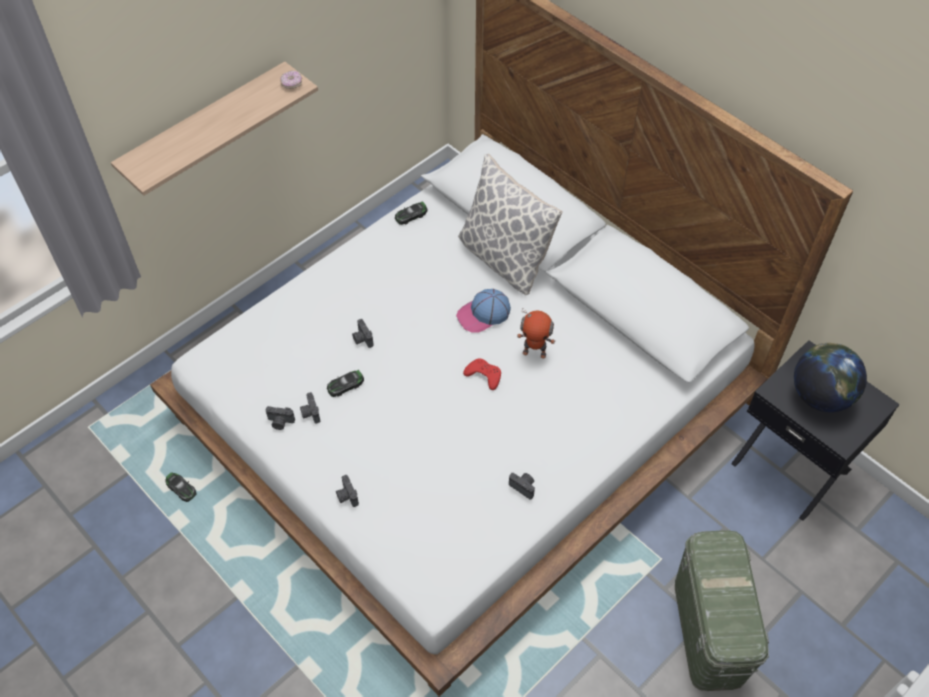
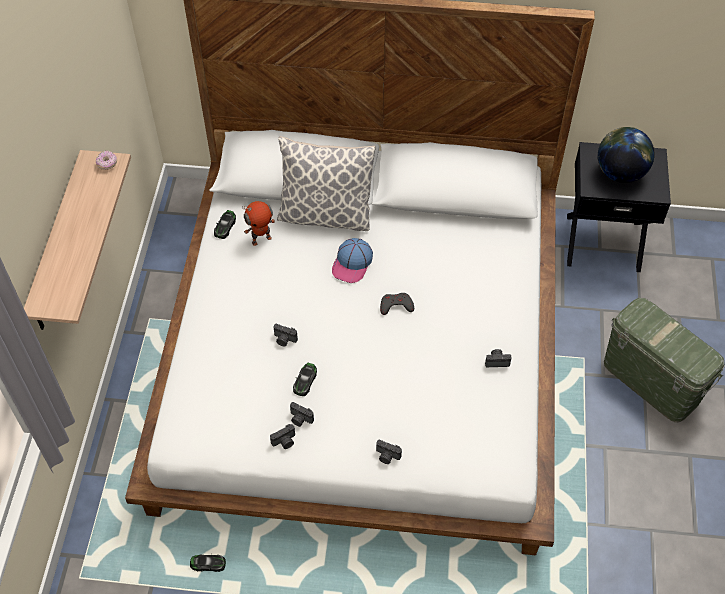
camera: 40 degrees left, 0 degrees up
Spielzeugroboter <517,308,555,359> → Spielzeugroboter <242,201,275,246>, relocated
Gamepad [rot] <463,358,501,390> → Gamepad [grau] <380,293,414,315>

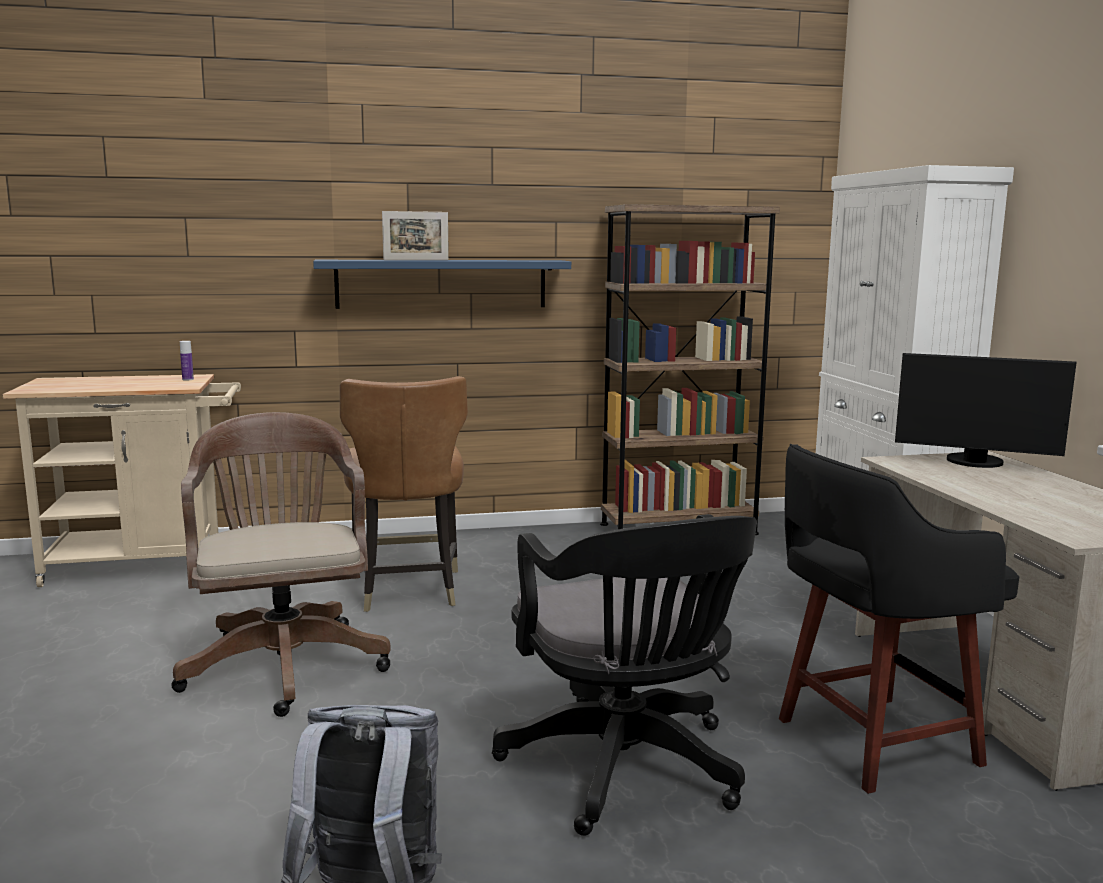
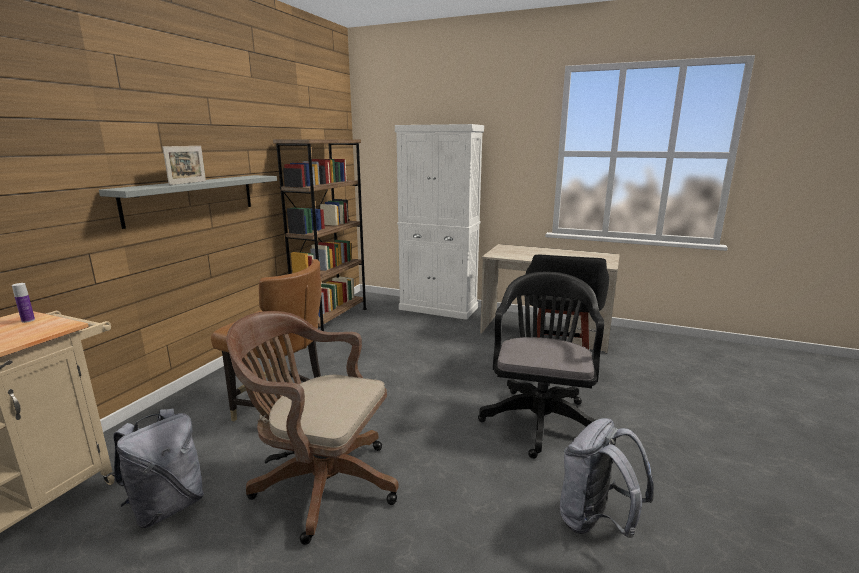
camera: 55 degrees left, 5 degrees up
Wandregal [blau] <313,260,571,309> → Wandregal [grau] <99,175,277,229>
Monitor <895,353,1077,468> → -
Bürostuhl [schwarz] <492,514,757,836> → Bürostuhl [schwarz] <478,271,604,459>, 90 degrees counterclockwise
- → Rucksack [grau] <113,408,204,528>

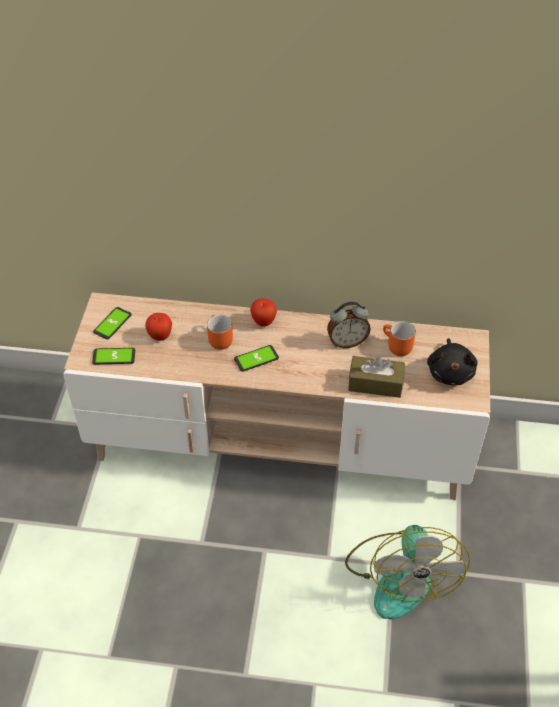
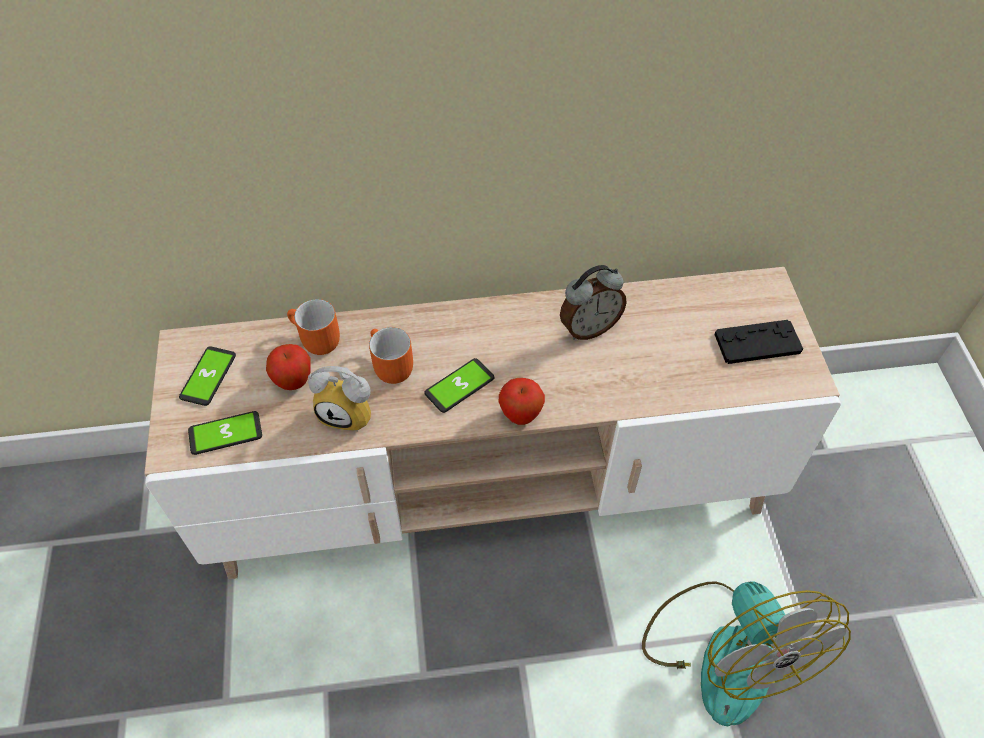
camera: 15 degrees left, 5 degrees up
Apfel <250,299,277,326> → Apfel <499,378,545,425>, relocated
Henkelbecher [orange] <383,321,416,356> → Henkelbecher [orange] <287,299,340,355>, relocated
Plüschtier [schwarz] <427,338,477,385> → Gamepad [schwarz] <714,320,803,364>
Taschentuchbox [braun] <348,356,405,398> → -
- → Wecker <308,366,371,432>

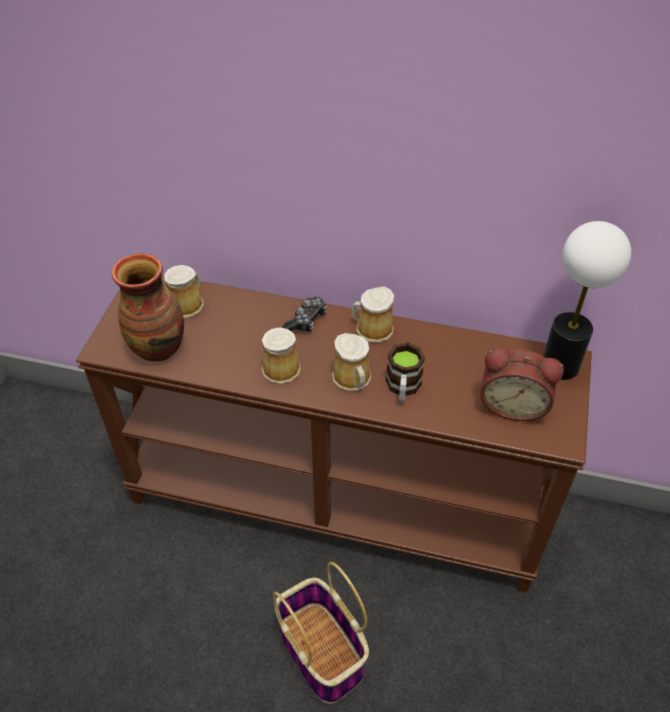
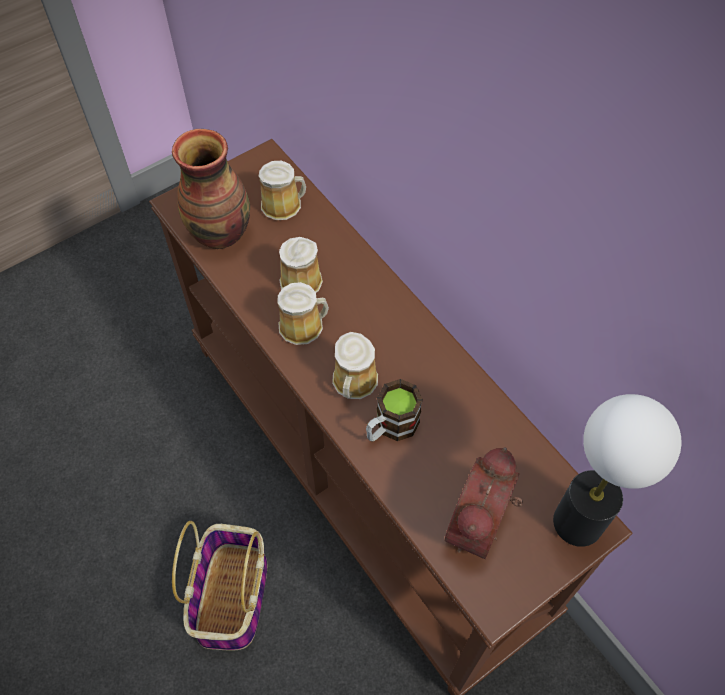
camera: 40 degrees right, 10 degrees up
Henkelbecher <352,286,394,342> → Henkelbecher <279,237,323,293>, relocated
Gamepad <283,297,327,332> → -
Wecker <480,348,564,421> → Wecker <445,447,523,559>, 60 degrees clockwise

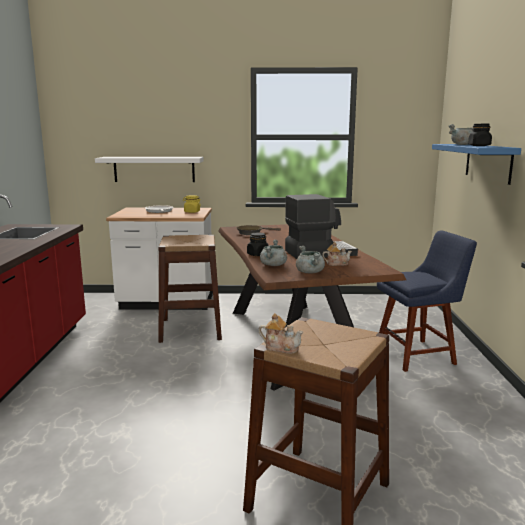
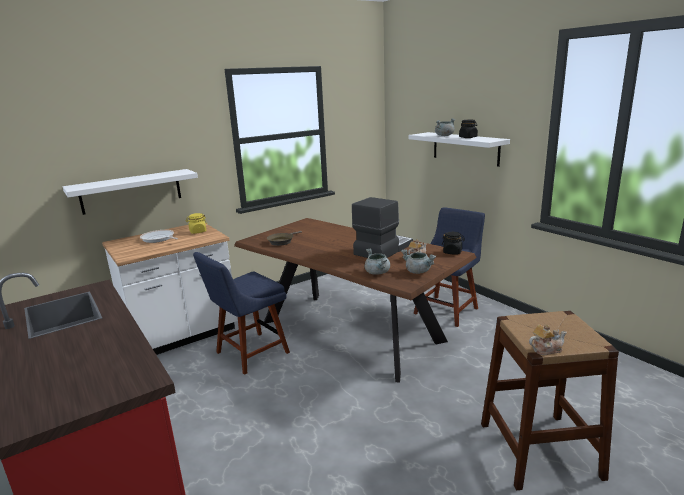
camera: 35 degrees left, 5 degrees up
Wandregal [blau] <432,144,521,185> → Wandregal [weiß] <408,132,510,167>
Vorratsglas [schwarz] <247,233,269,256> → Vorratsglas [schwarz] <442,232,465,254>, relocated
Hocker [braun] <158,235,222,343> → Stuhl [blau] <193,252,290,375>

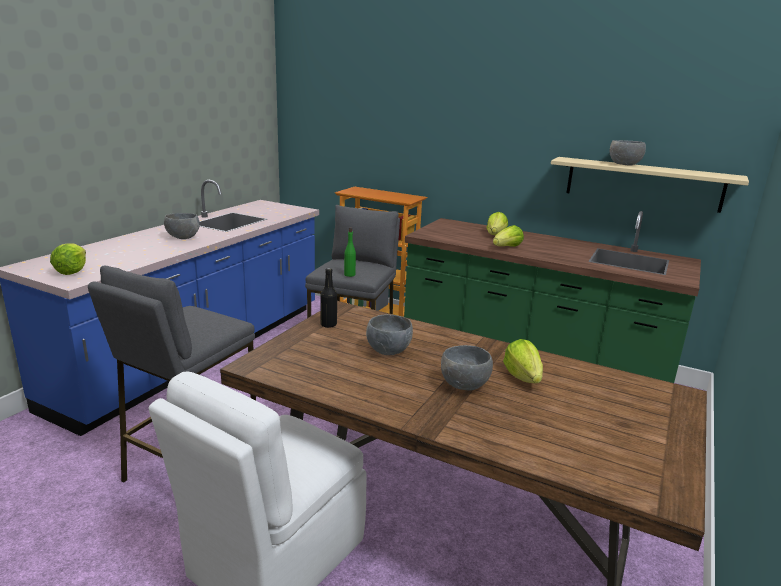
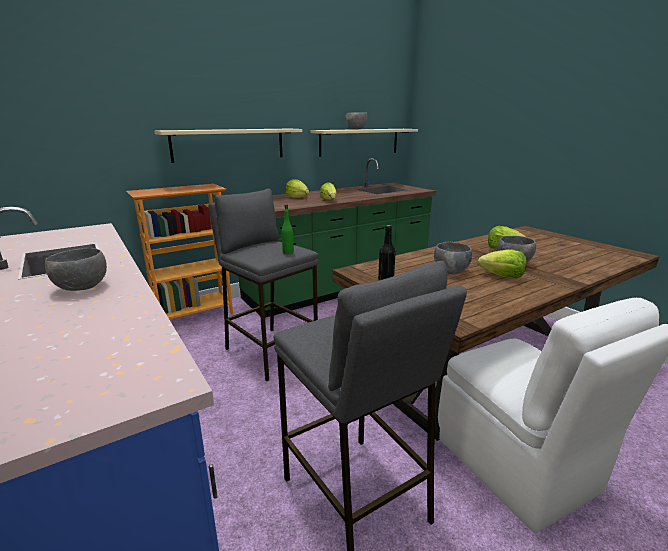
camera: 60 degrees left, 0 degrees up
Salatkopf <50,243,86,275> → Salatkopf <478,249,527,279>, relocated
- → Wandregal [beige] <154,129,302,163>

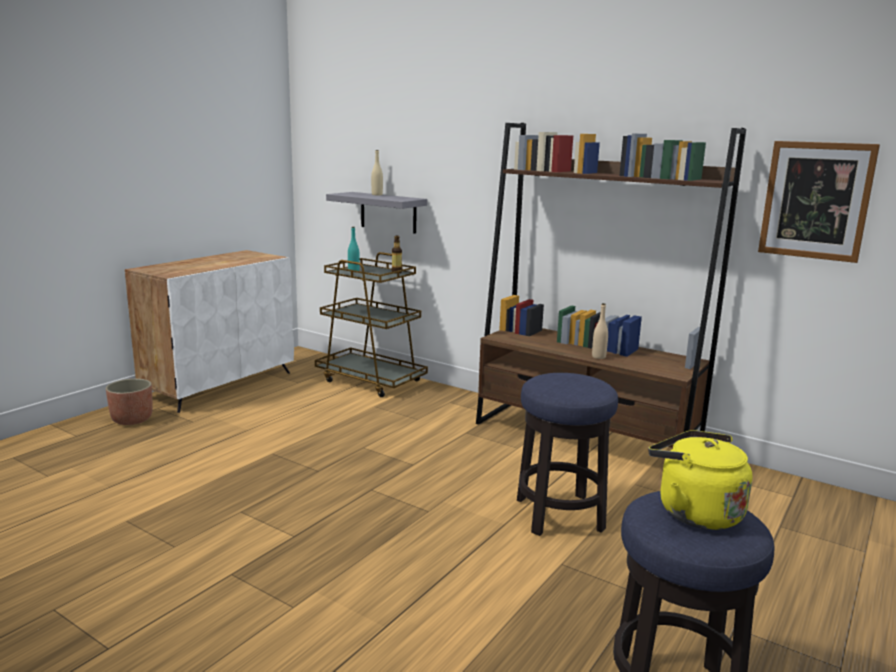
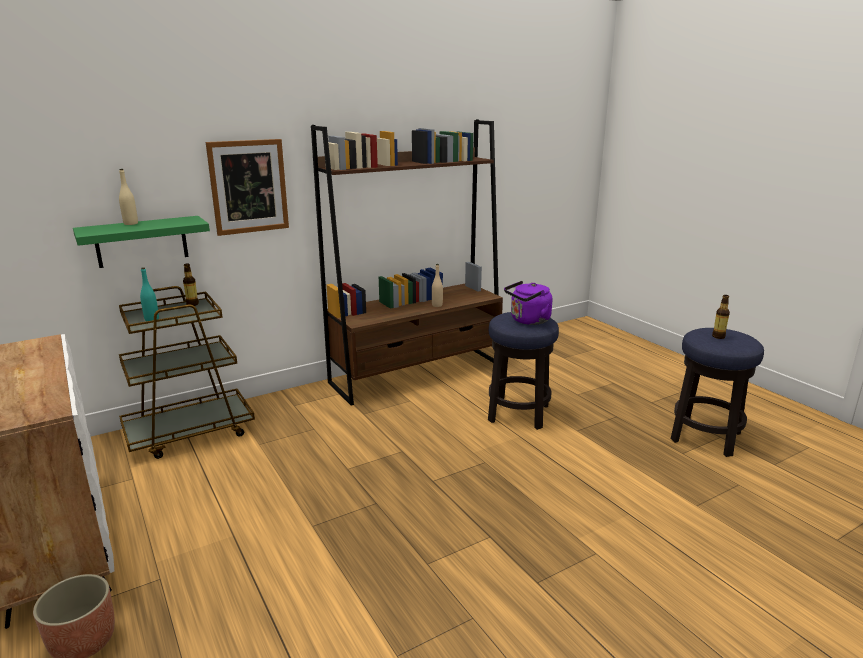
camera: 65 degrees left, 5 degrees up
Bild <758,141,880,263> → Bild <206,139,289,236>, relocated
Wandregal [grau] <326,192,427,234> → Wandregal [grün] <73,216,210,268>
Wasserkessel [gelb] <648,430,753,530> → Flasche <712,295,730,339>
- → Wasserkessel [lila] <504,281,552,325>

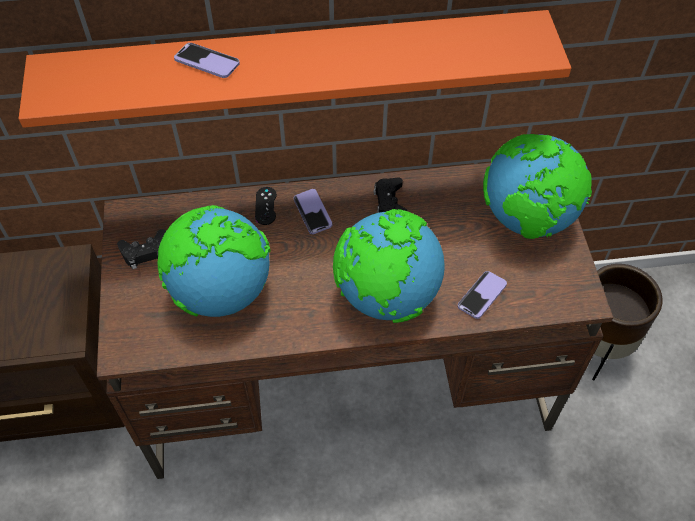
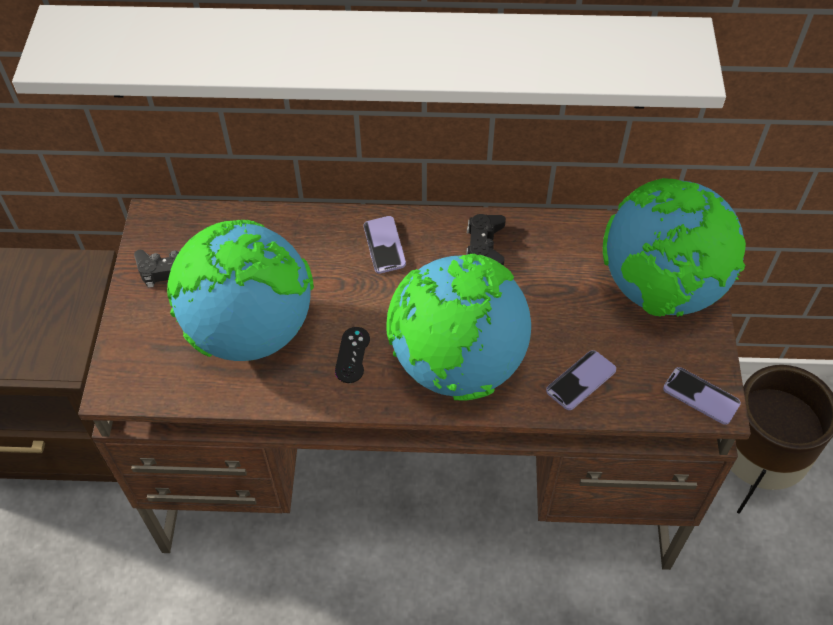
camera: 10 degrees right, 0 degrees up
Wandregal [orange] <19,10,571,128> → Wandregal [weiß] <12,5,726,109>
Handy <174,43,240,78> → Handy <663,367,741,425>, relocated
Gamepad [schwarz] <255,187,277,225> → Gamepad [schwarz] <335,327,370,383>, relocated

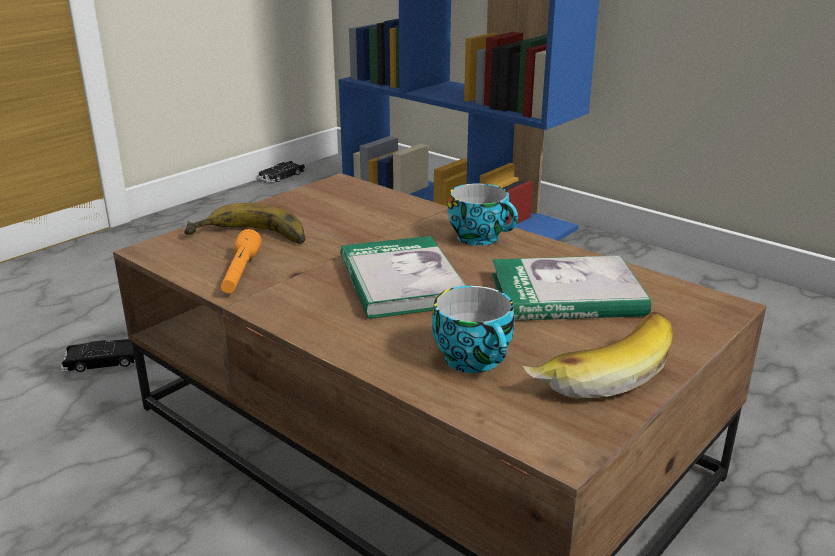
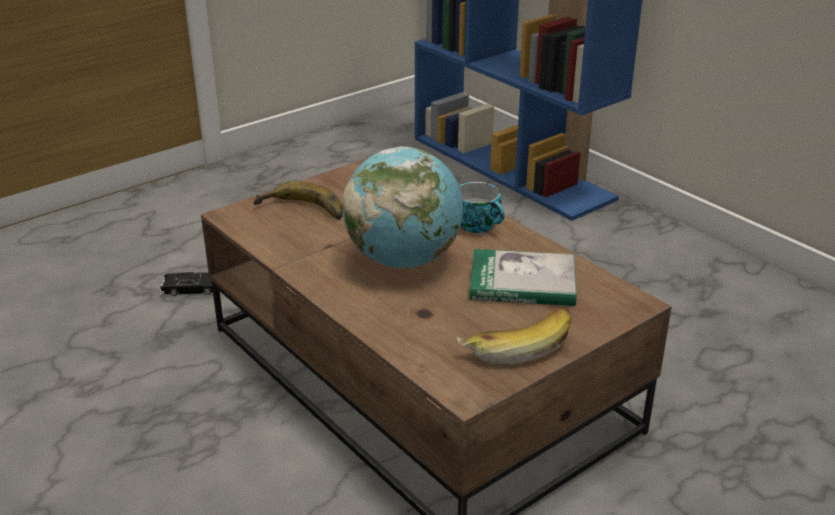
camera: 10 degrees right, 5 degrees up
Spielzeugauto [schwarz] <258,161,306,183> → -
Taschenlampe [orange] <221,229,262,293> → -
Buch <340,236,466,319> → Globus <342,147,463,268>
Tasse <432,286,514,373> → -

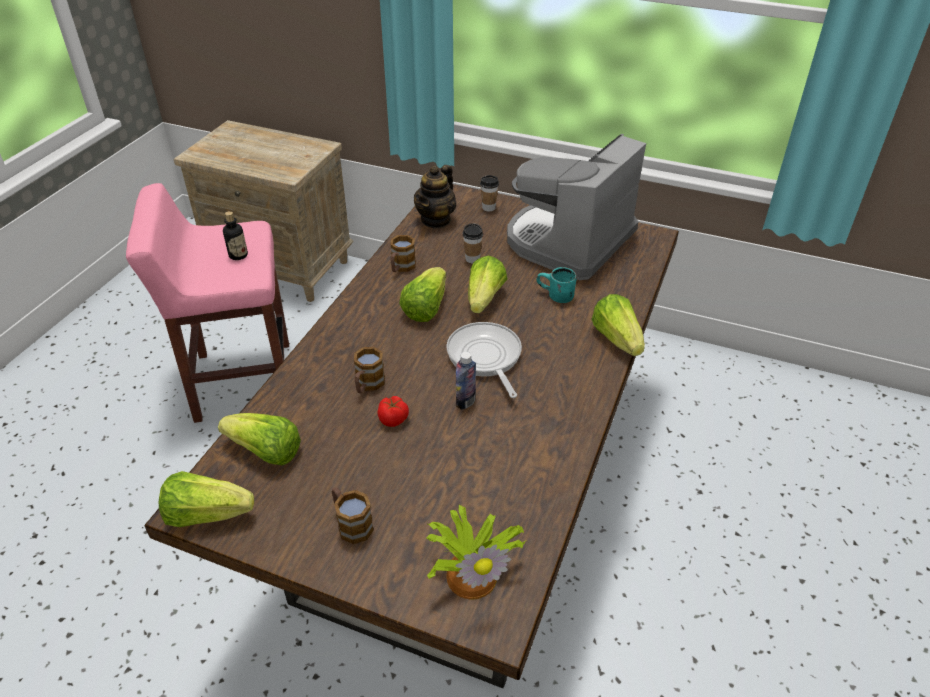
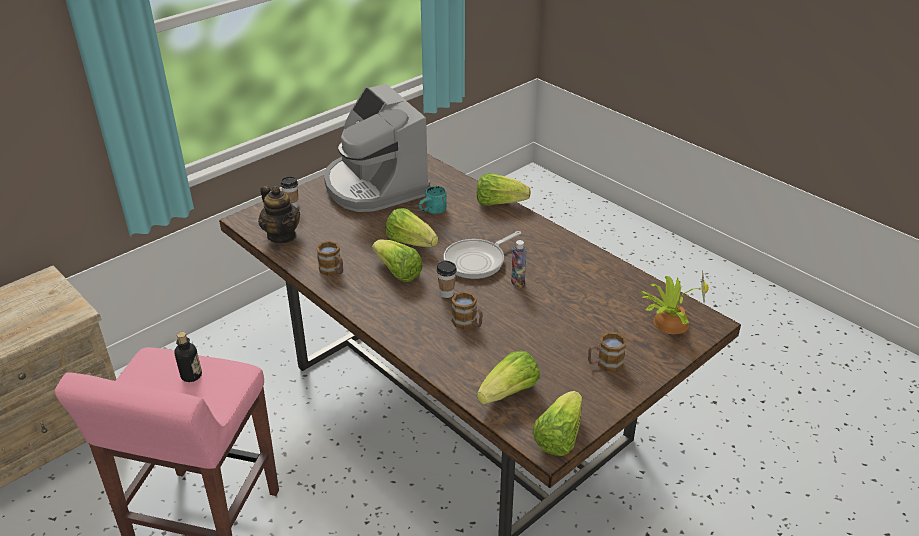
camera: 65 degrees left, 5 degrees down
Tasse <463,223,483,263> → Tasse <437,260,457,298>, relocated
Pfanne <446,322,522,398> → Pfanne <444,231,521,279>, 45 degrees counterclockwise
Tomate <377,396,409,427> → -

